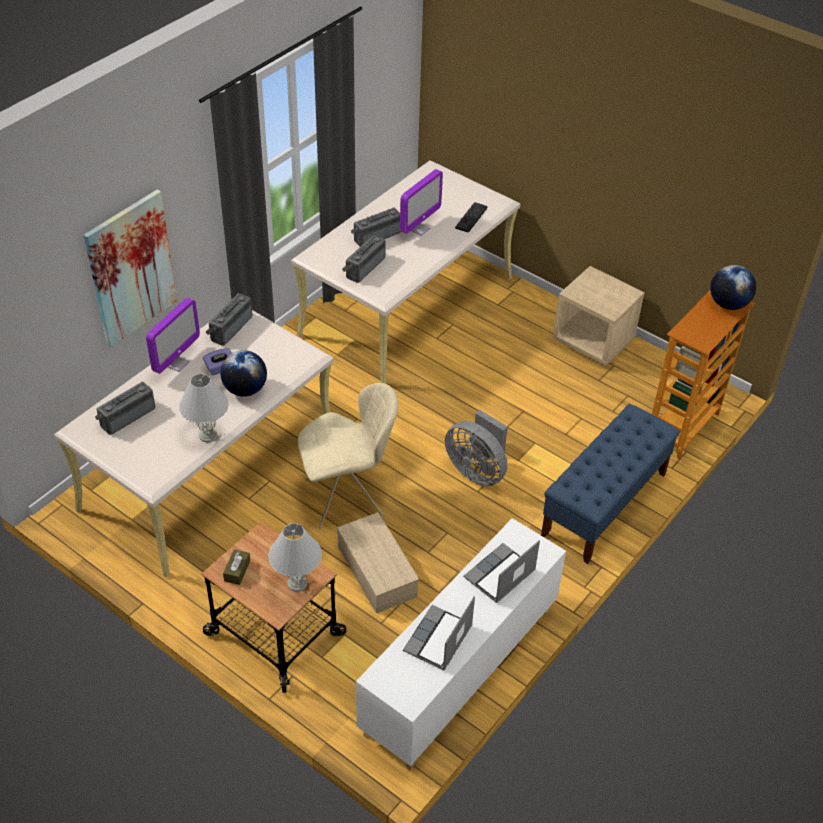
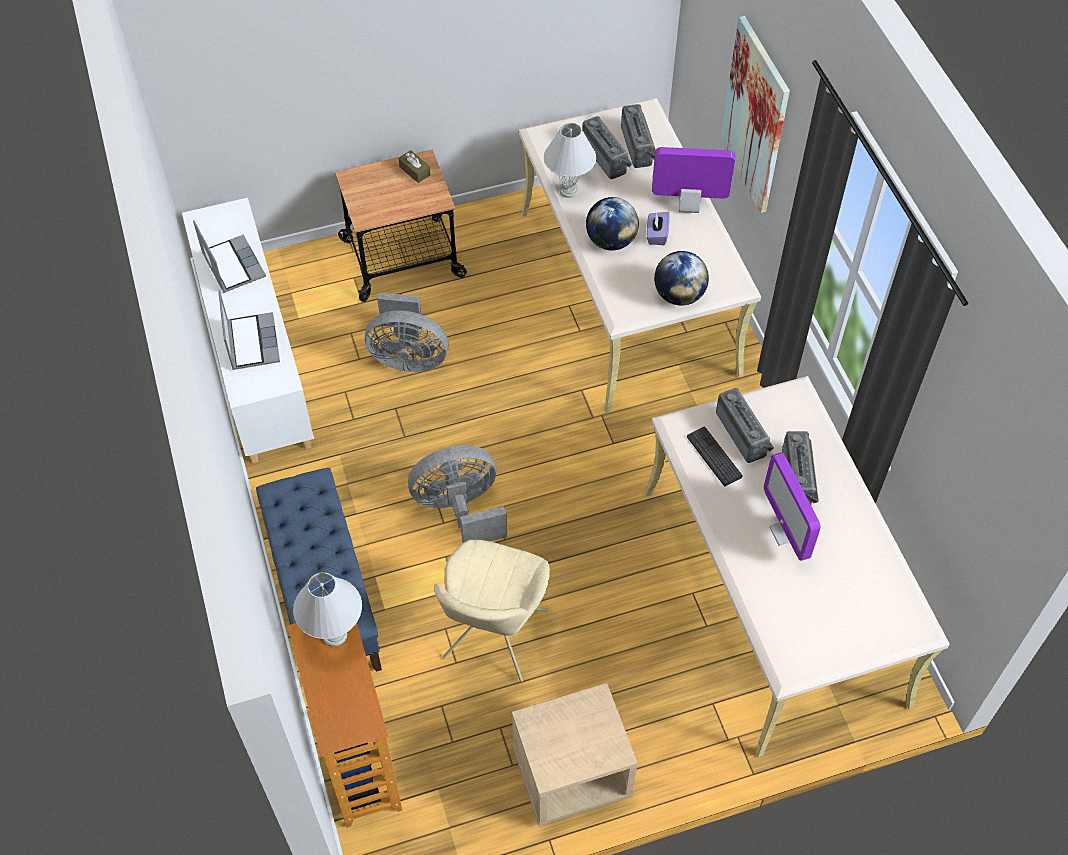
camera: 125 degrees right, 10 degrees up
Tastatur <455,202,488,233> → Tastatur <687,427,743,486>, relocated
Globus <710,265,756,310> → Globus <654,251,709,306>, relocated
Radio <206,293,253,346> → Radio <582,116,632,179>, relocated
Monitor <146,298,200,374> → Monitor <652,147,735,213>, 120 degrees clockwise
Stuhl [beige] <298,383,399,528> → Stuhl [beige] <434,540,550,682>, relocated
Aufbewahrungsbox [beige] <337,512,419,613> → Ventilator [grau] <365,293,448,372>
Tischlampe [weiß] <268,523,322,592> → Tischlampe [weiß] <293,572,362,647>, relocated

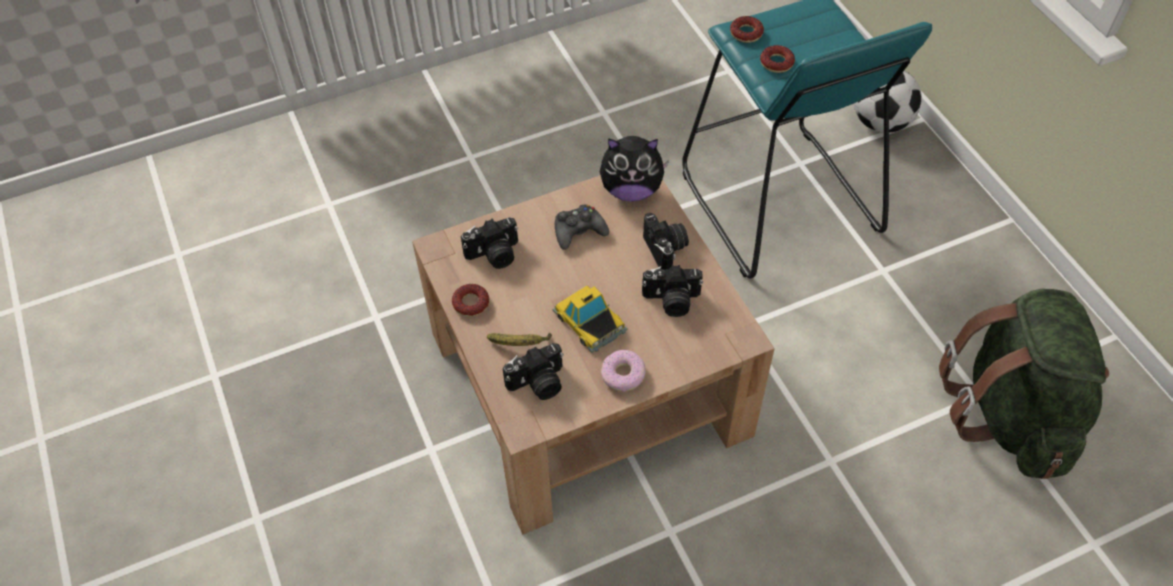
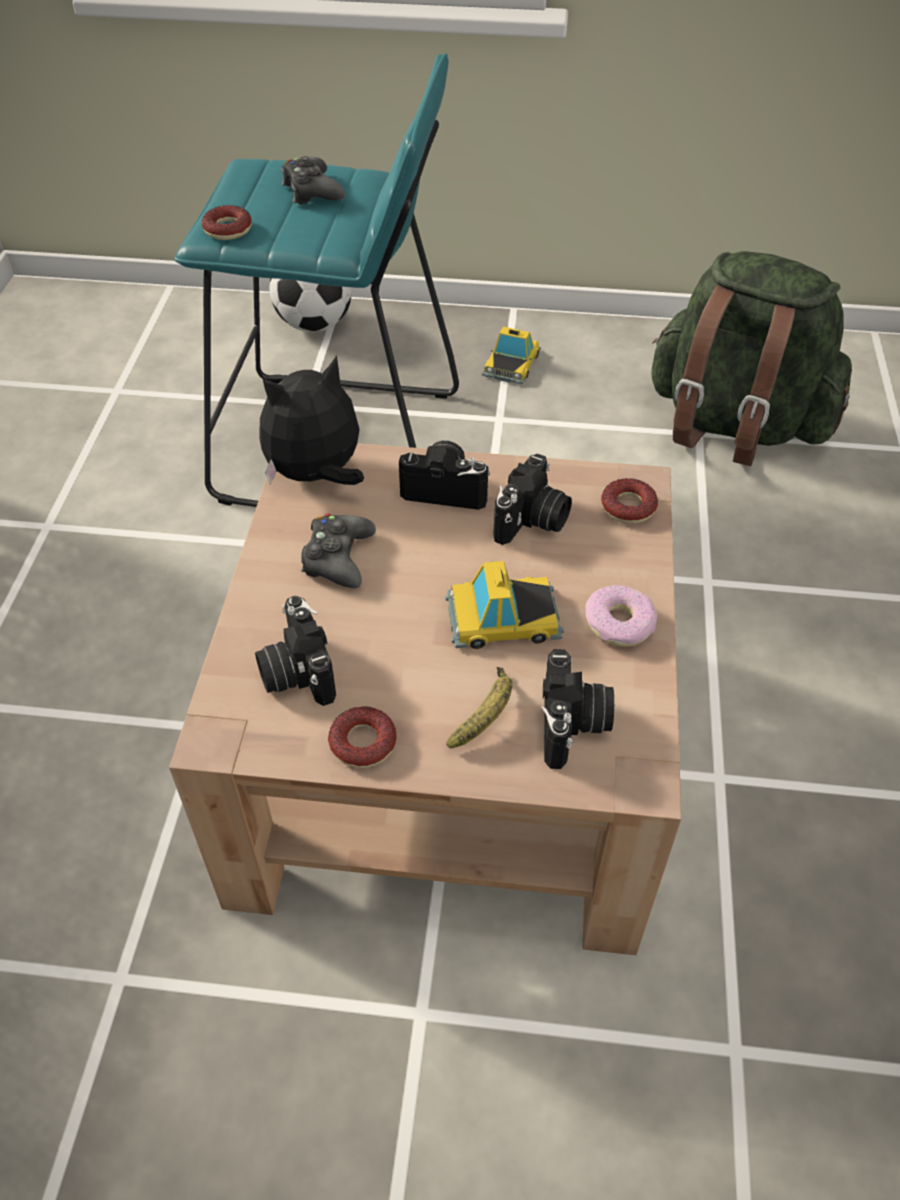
camera: 60 degrees left, 5 degrees down
Donut <760,45,795,73> → Donut <601,478,658,524>, relocated
Plüschtier <600,136,669,202> → Plüschtier <259,356,364,485>, 150 degrees counterclockwise
Kamera <461,218,518,269> → Kamera <255,596,336,706>, 150 degrees clockwise
- → Gamepad [schwarz] <281,156,345,205>
- → Spielzeugauto <482,327,541,384>

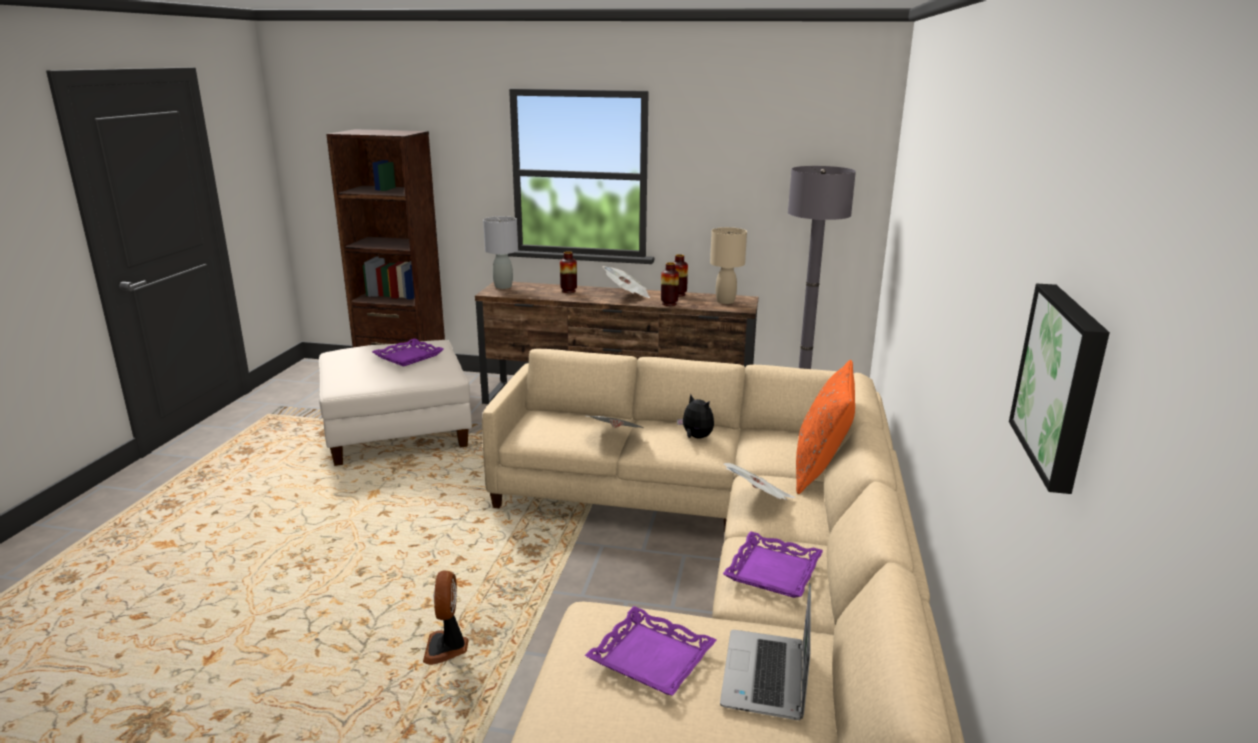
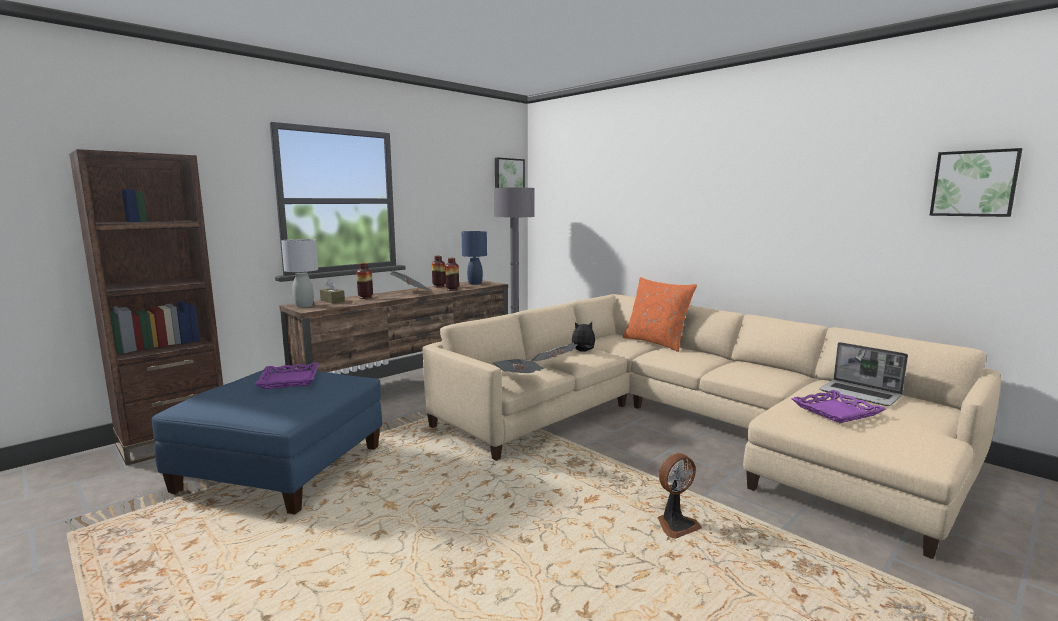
camera: 55 degrees left, 10 degrees down
Tischlampe [beige] <710,227,747,304> → Tischlampe [blau] <462,231,487,285>
Polsterhocker [weiß] <319,340,472,466> → Polsterhocker [blau] <152,369,382,515>
Zeitung <723,463,796,500> → Zeitung <492,359,544,373>, relocated
Tablett [lila] <723,532,823,598> → -
Ventilator <423,570,469,665> → Ventilator <658,453,702,539>, 60 degrees counterclockwise
- → Bild <495,157,525,188>
- → Taschentuchbox [braun] <320,280,345,304>

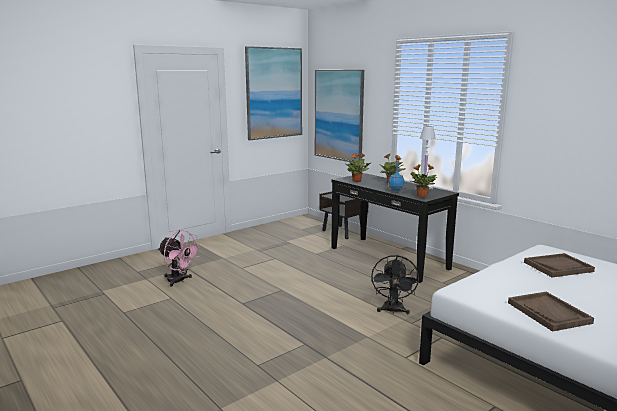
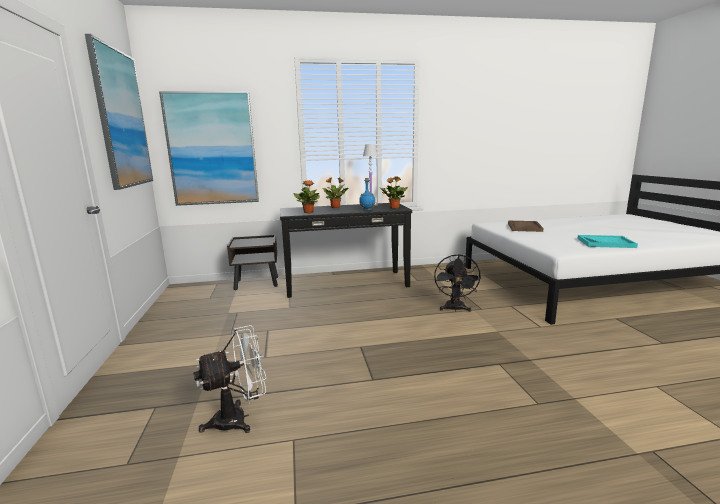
camera: 60 degrees left, 0 degrees up
Ventilator [rosa] <158,230,201,287> → Ventilator [weiß] <193,325,266,433>
Ventilator [schwarz] <371,255,419,314> → Ventilator [schwarz] <434,254,481,312>, 60 degrees clockwise
Tablett [braun] <508,292,594,332> → Tablett [türkis] <577,235,638,248>

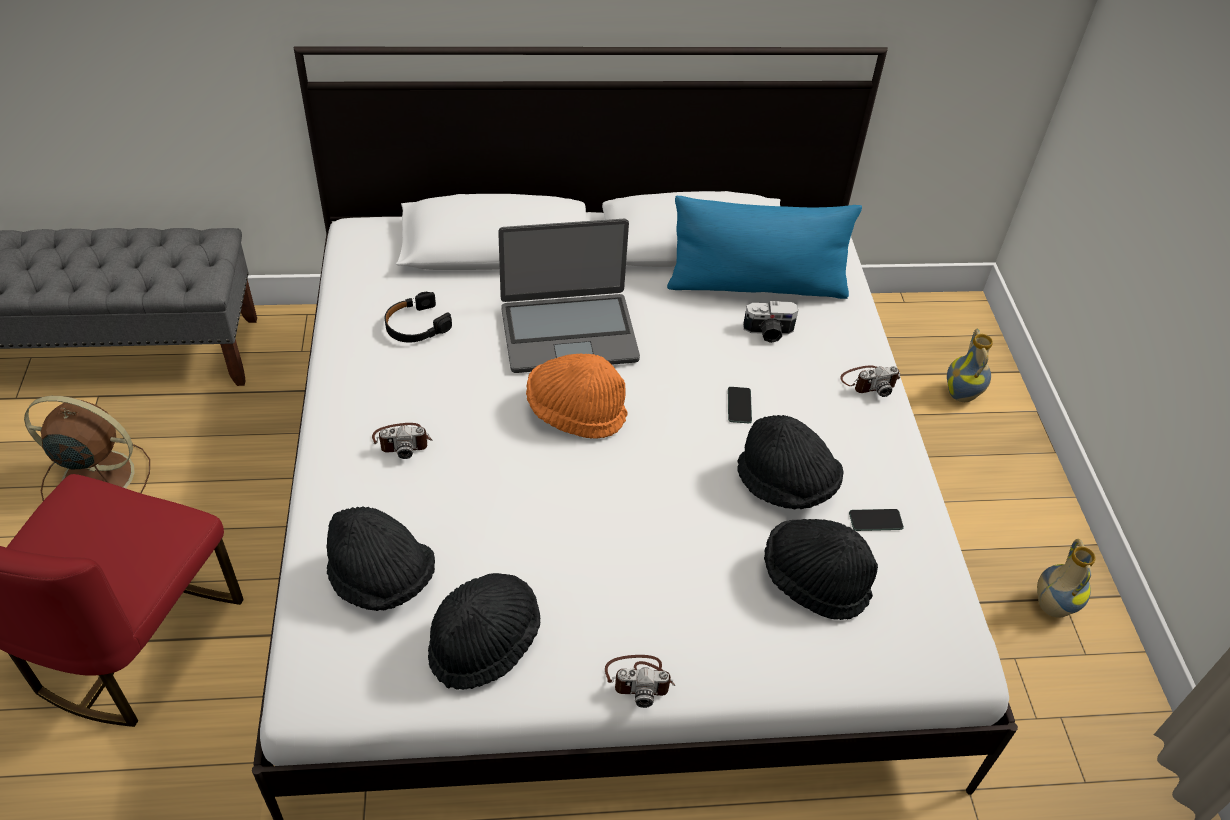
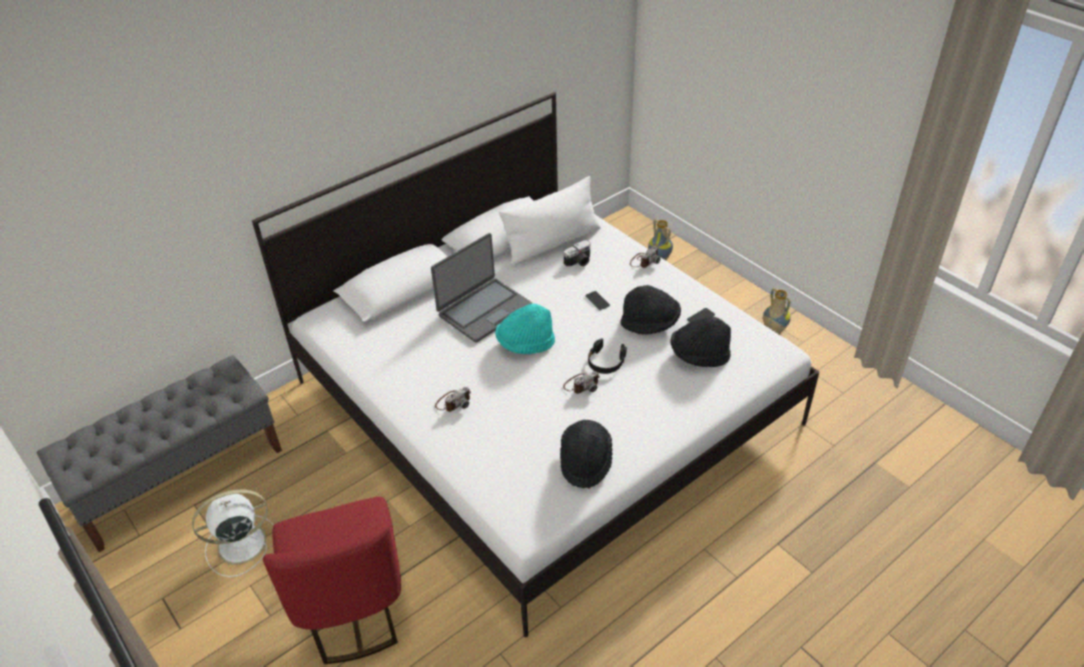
camera: 30 degrees left, 5 degrees down
Kissen [blau] <667,196,862,299> → Kissen [weiß] <499,176,601,266>
Kopfhörer [schwarz] <385,292,452,342> → Kopfhörer [schwarz] <588,338,627,374>, relocated
Hut [orange] <526,354,628,439> → Hut [türkis] <495,304,555,354>
Ventilator [braun] <24,396,150,501> → Ventilator [weiß] <192,489,274,577>
Hut [schwarz] <326,507,435,611> → -
Kamera <605,655,675,708> → Kamera <563,371,600,394>, relocated

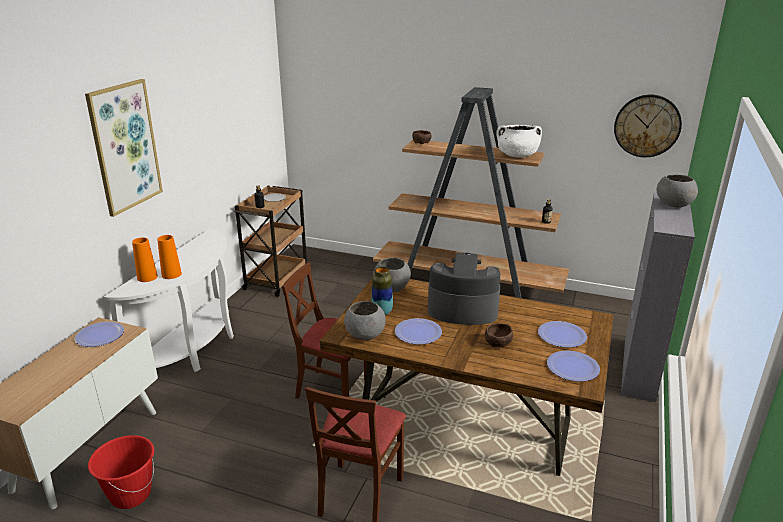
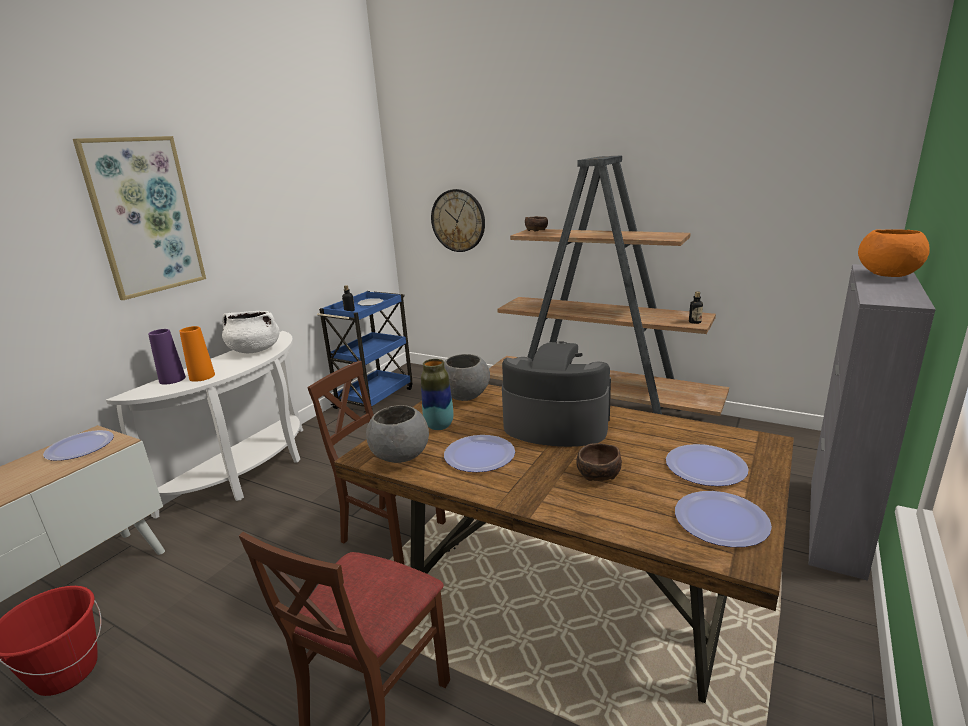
camera: 10 degrees right, 5 degrees down
Wanduhr <614,95,682,158> → Wanduhr <431,189,485,252>, relocated
Kochtopf [weiß] <496,125,542,158> → Kochtopf [weiß] <222,311,280,353>, relocated
Schüssel [grau] <656,174,698,207> → Schüssel [orange] <858,229,930,277>
Rollwagen [braun] <234,186,307,297> → Rollwagen [blau] <317,291,413,413>
Vase [orange] <132,237,158,282> → Vase [lila] <148,329,186,384>

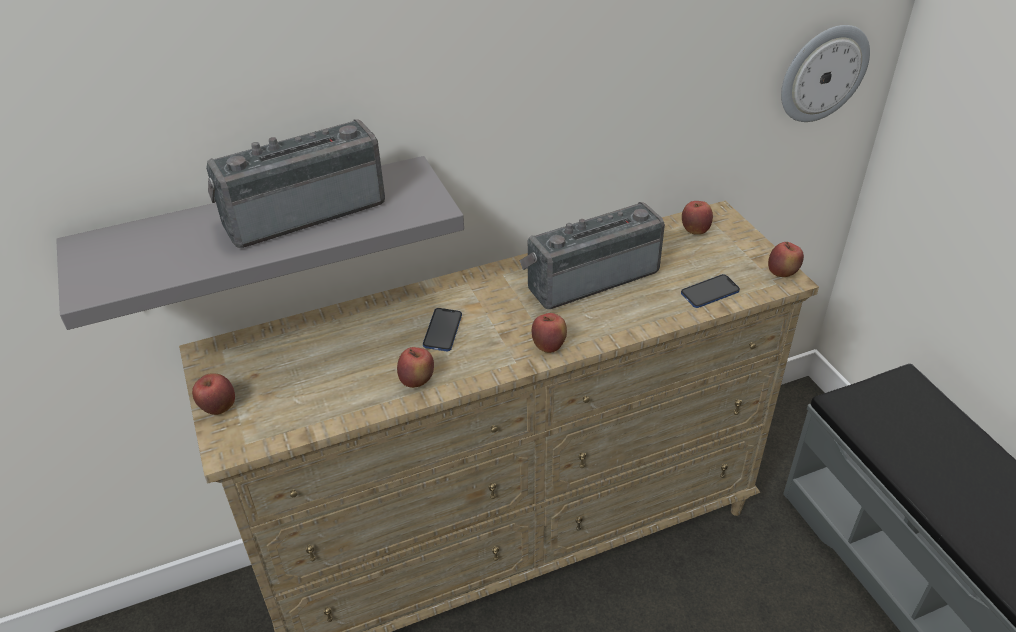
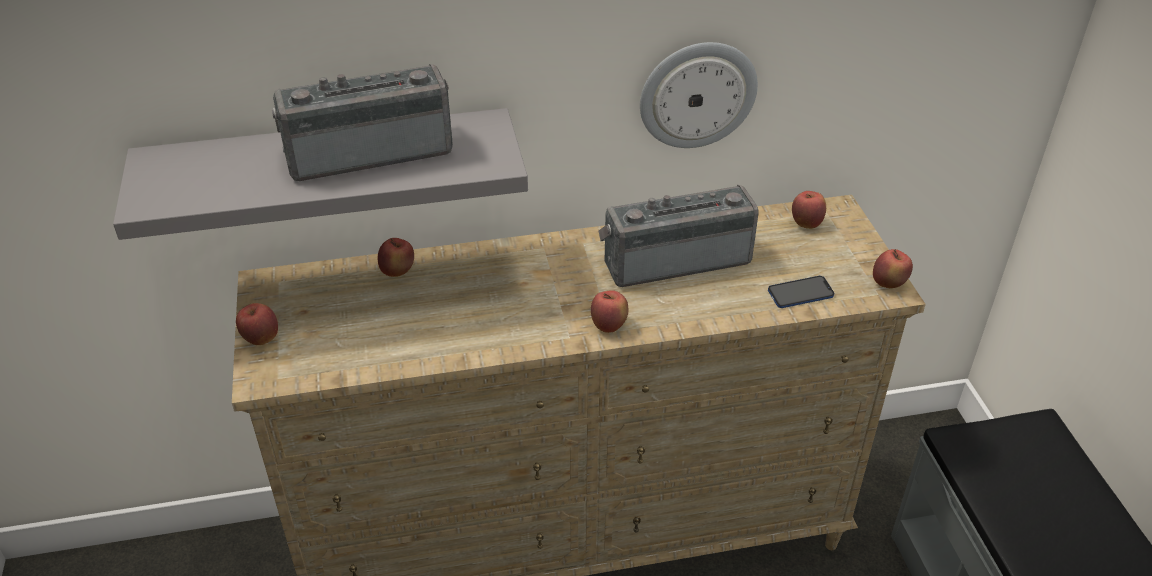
camera: 10 degrees right, 0 degrees up
Wanduhr <781,25,870,122> → Wanduhr <640,42,758,148>, relocated
Handy <423,308,462,351> → -
Apfel <397,347,434,388> → Apfel <378,238,414,277>, relocated

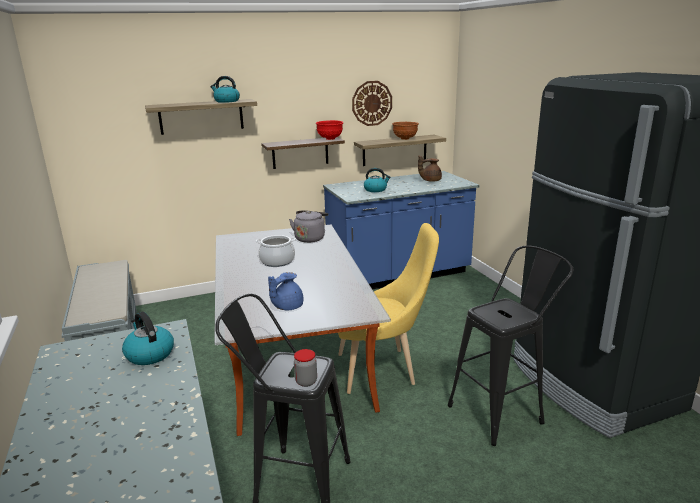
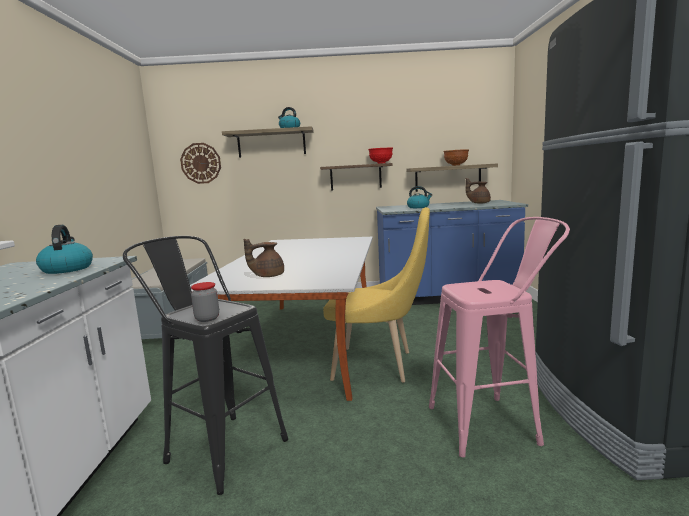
camera: 20 degrees right, 10 degrees down
Wanduhr <352,81,392,126> → Wanduhr <180,143,221,184>, relocated
Wasserkessel [grau] <289,210,328,243> → -
Kochtopf <256,235,296,267> → -
Hocker [schwarz] <448,246,573,446> → Hocker [rosa] <429,217,570,458>
Teekanne [blau] <268,272,303,310> → Teekanne [braun] <244,239,284,277>

